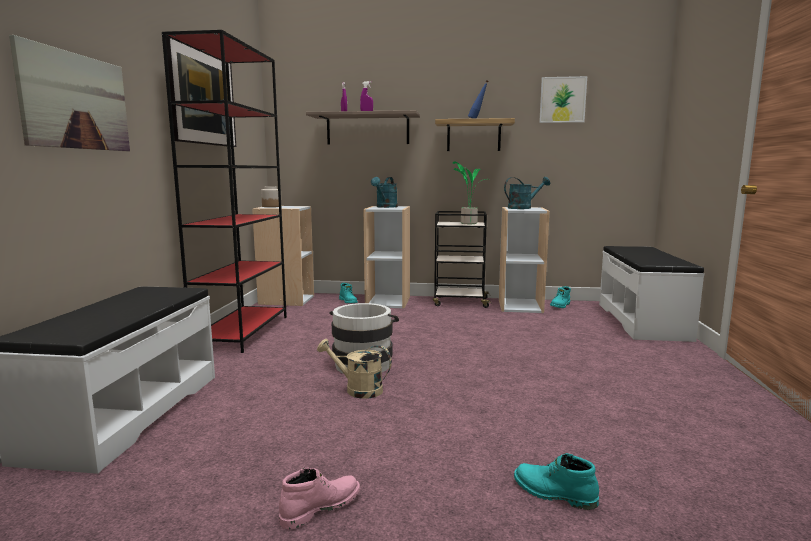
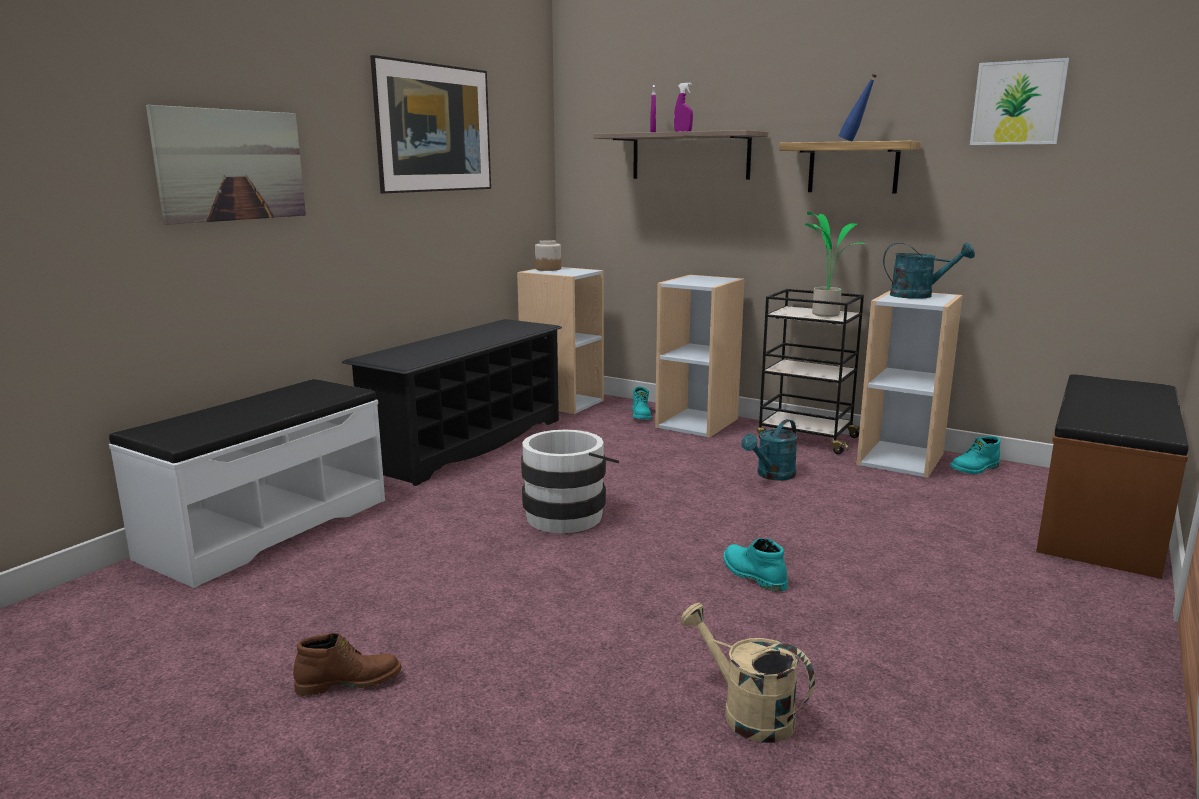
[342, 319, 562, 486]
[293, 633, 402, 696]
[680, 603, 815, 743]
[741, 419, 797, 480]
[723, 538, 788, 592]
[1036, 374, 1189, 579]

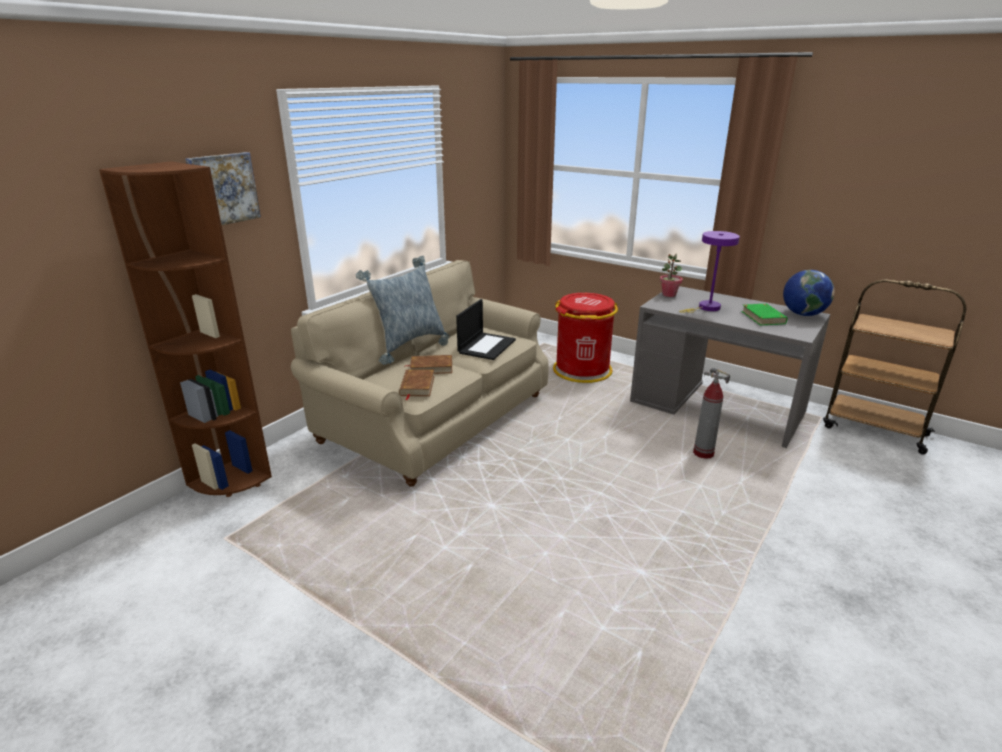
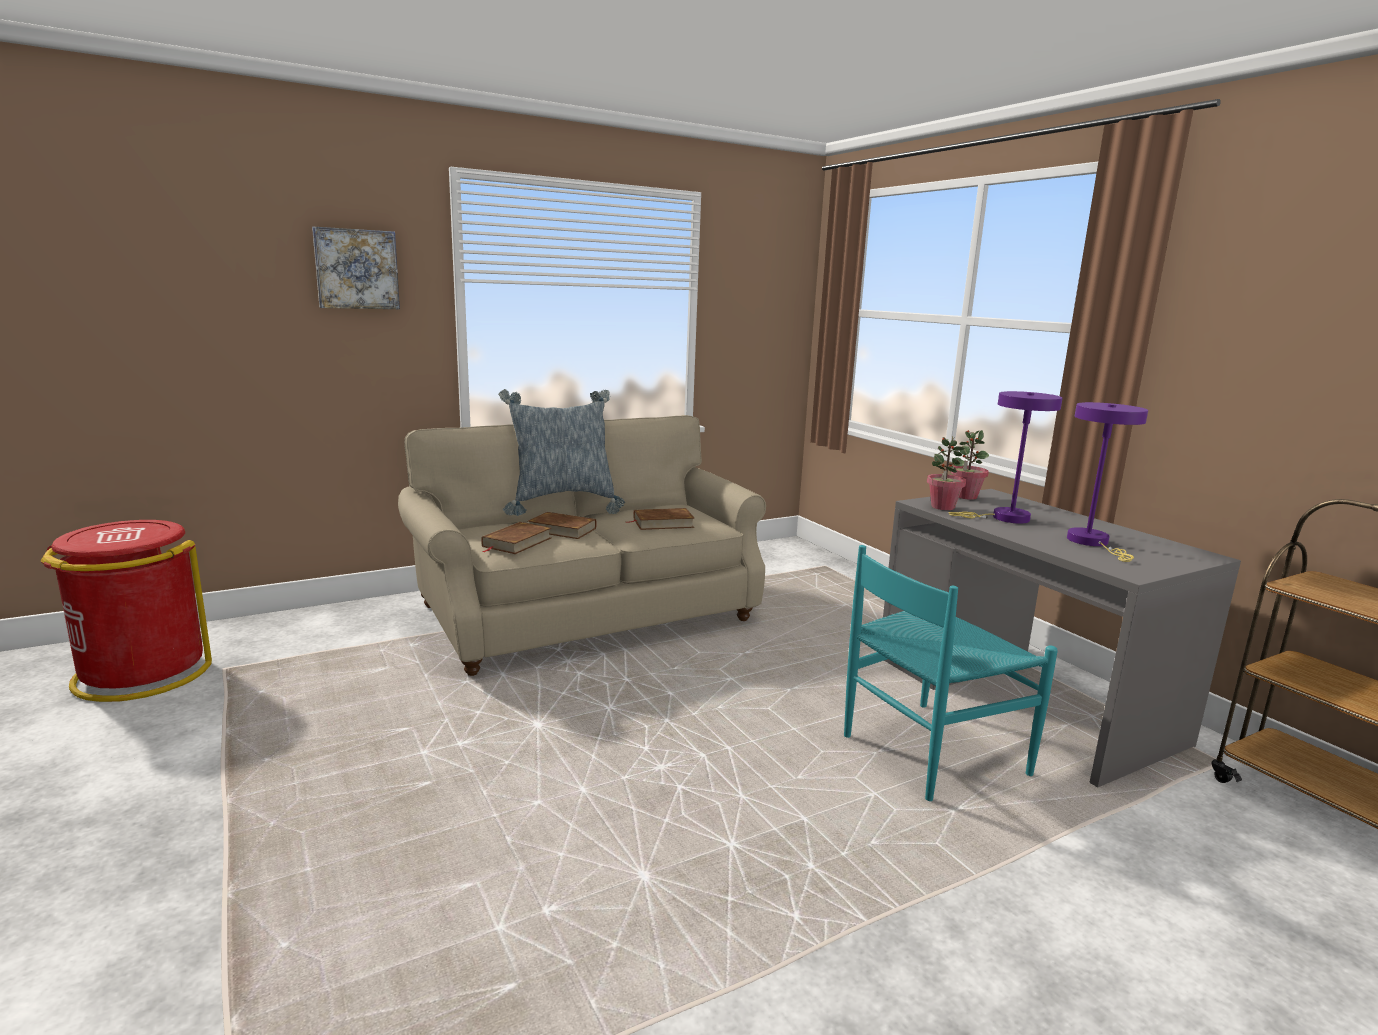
[99, 162, 272, 497] (first image)
[625, 508, 694, 530]
[41, 520, 212, 702]
[844, 545, 1058, 801]
[1067, 402, 1148, 562]
[783, 270, 835, 316] (first image)
[927, 436, 966, 510]

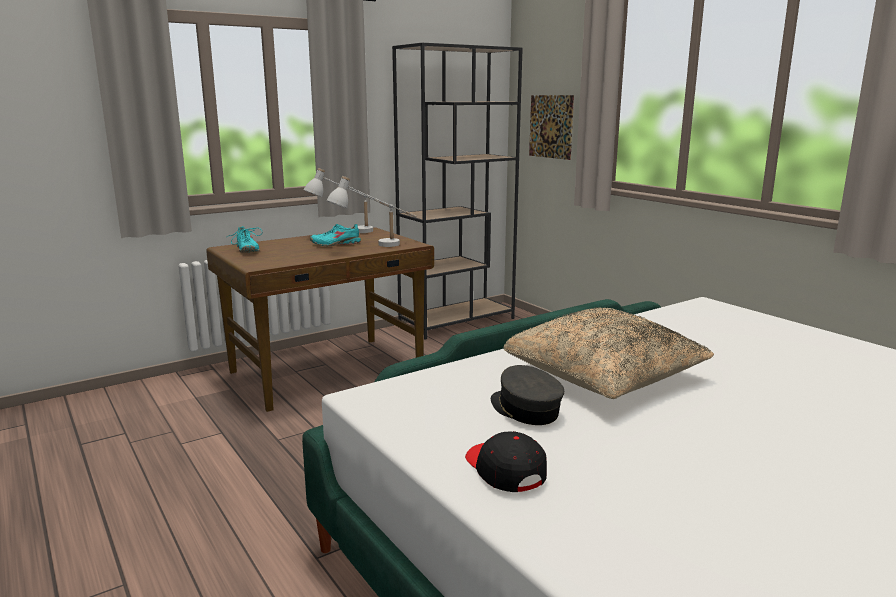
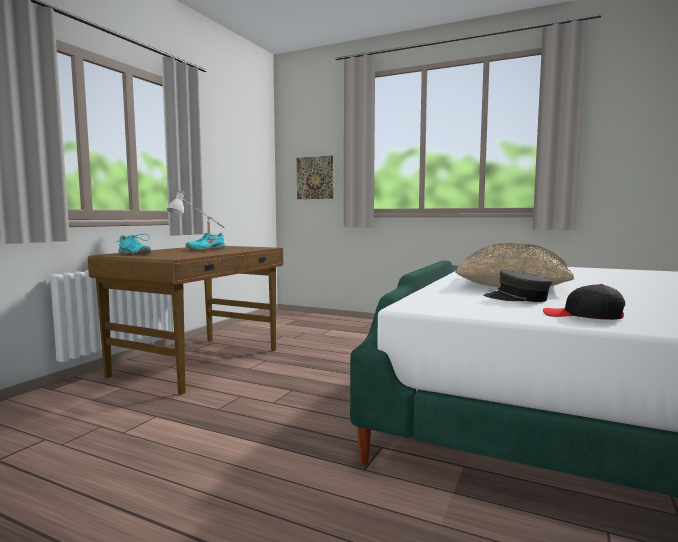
[326, 176, 417, 247] (first image)
[392, 43, 523, 340] (first image)

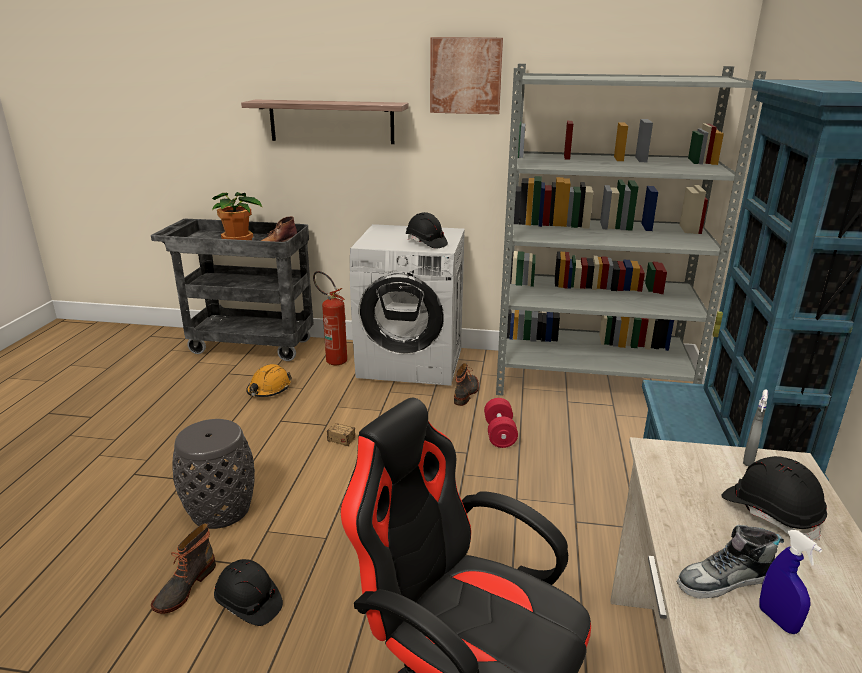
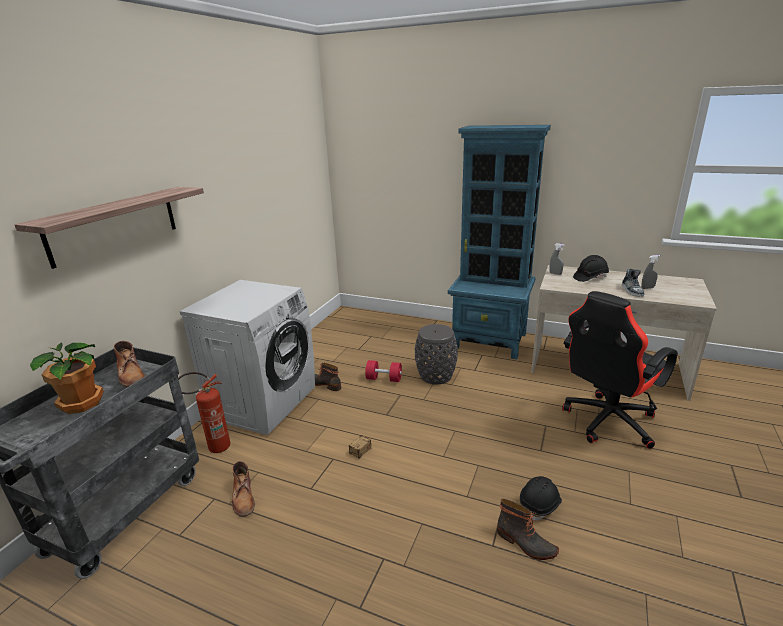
[415, 324, 458, 385]
[232, 461, 255, 517]
[406, 212, 448, 249] (first image)
[430, 37, 503, 114] (first image)
[496, 64, 766, 396] (first image)
[641, 255, 660, 289]

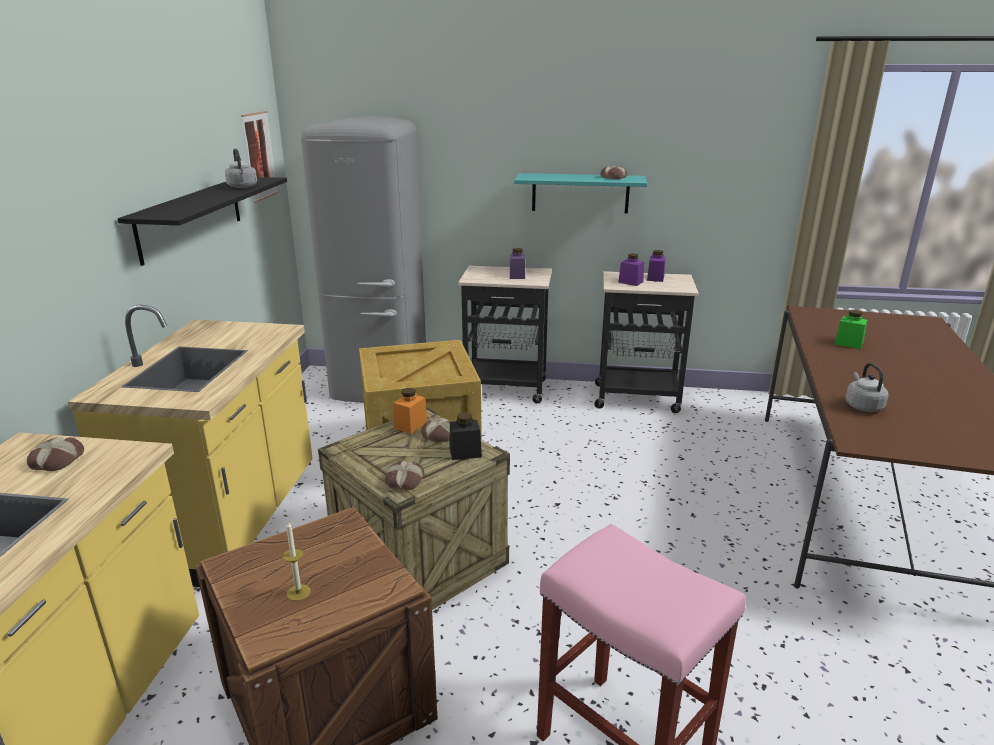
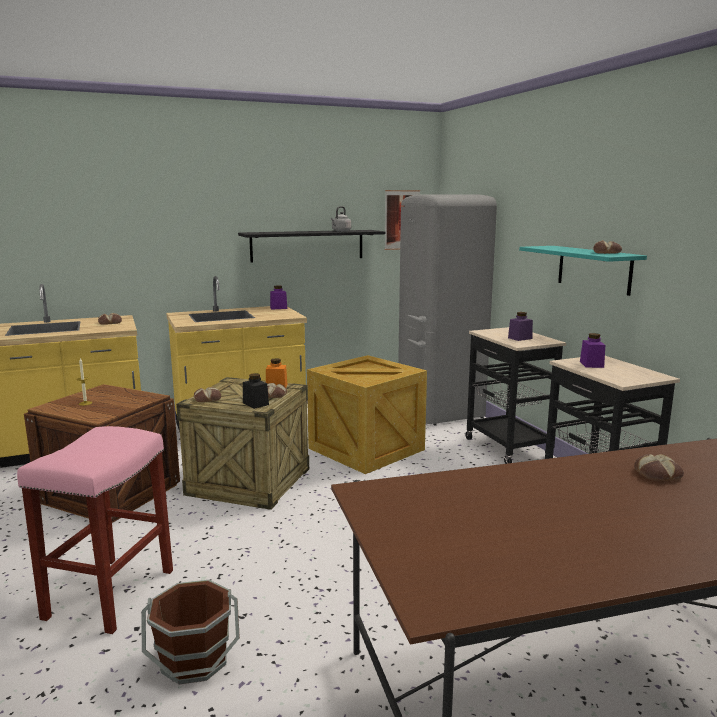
[270, 285, 287, 309]
[634, 454, 684, 481]
[845, 363, 889, 412] (first image)
[141, 580, 240, 684]

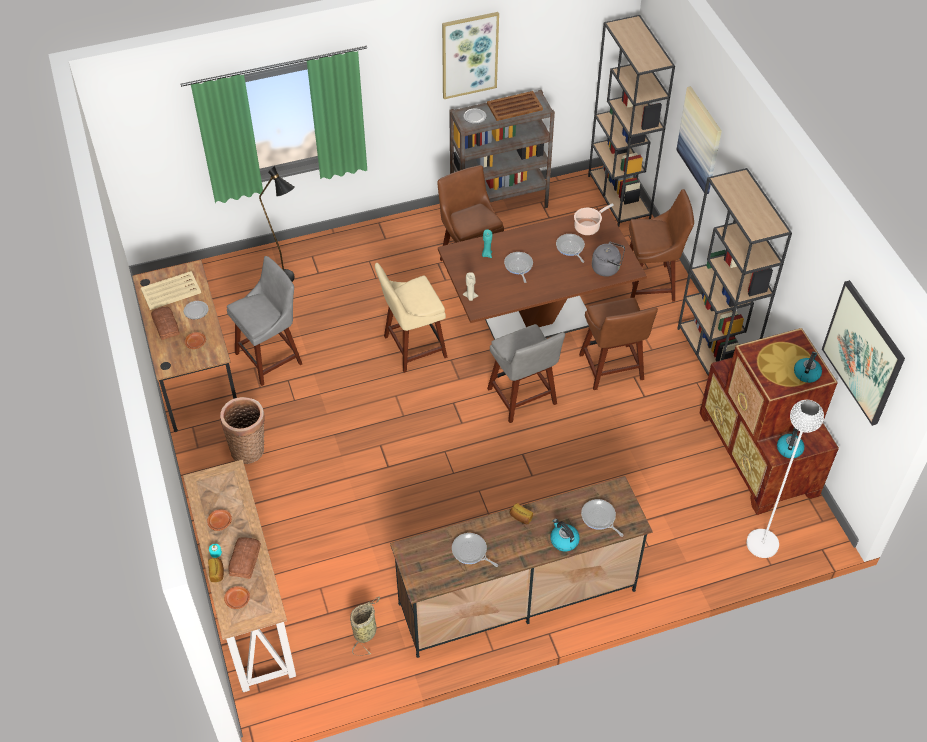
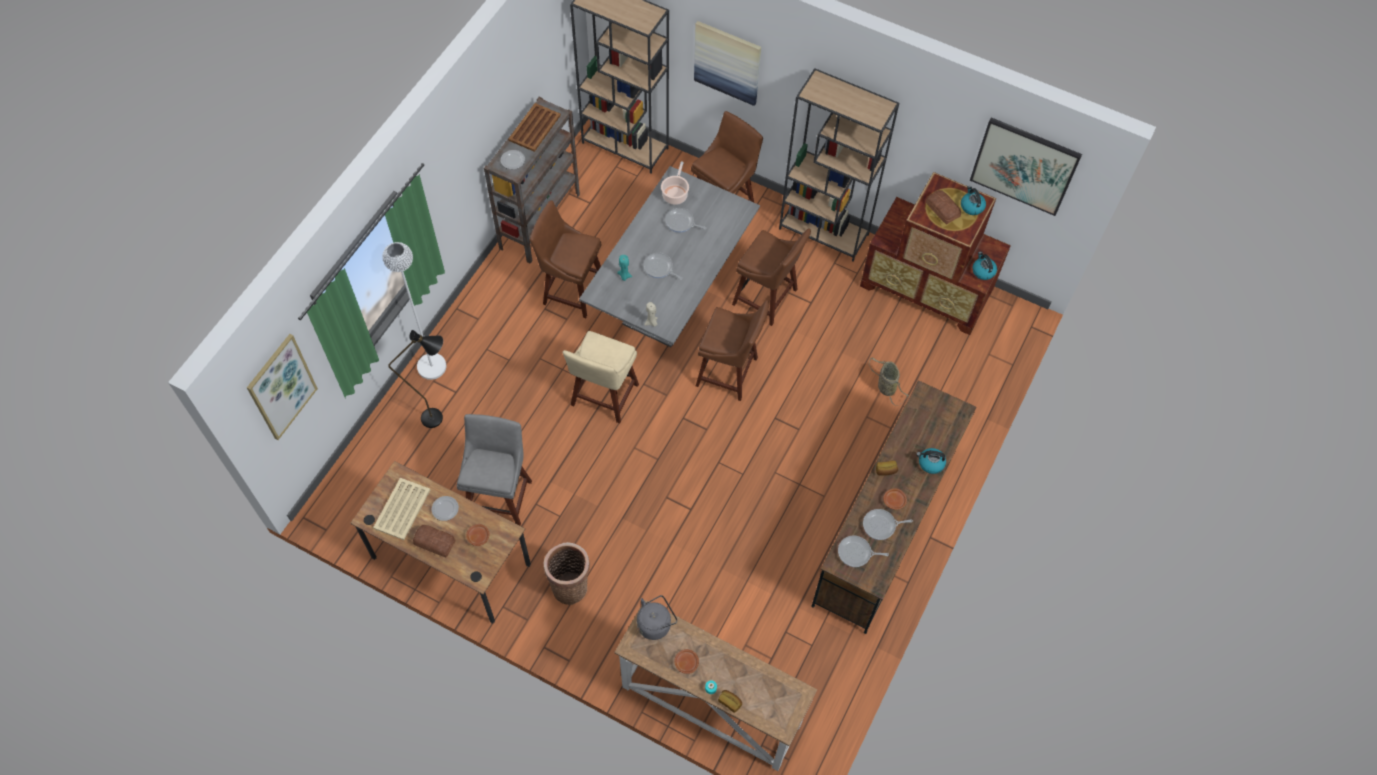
[883, 488, 907, 510]
[925, 190, 961, 224]
[869, 358, 909, 406]
[579, 166, 760, 347]
[247, 334, 318, 440]
[696, 300, 769, 401]
[838, 536, 889, 567]
[637, 595, 677, 640]
[382, 242, 446, 380]

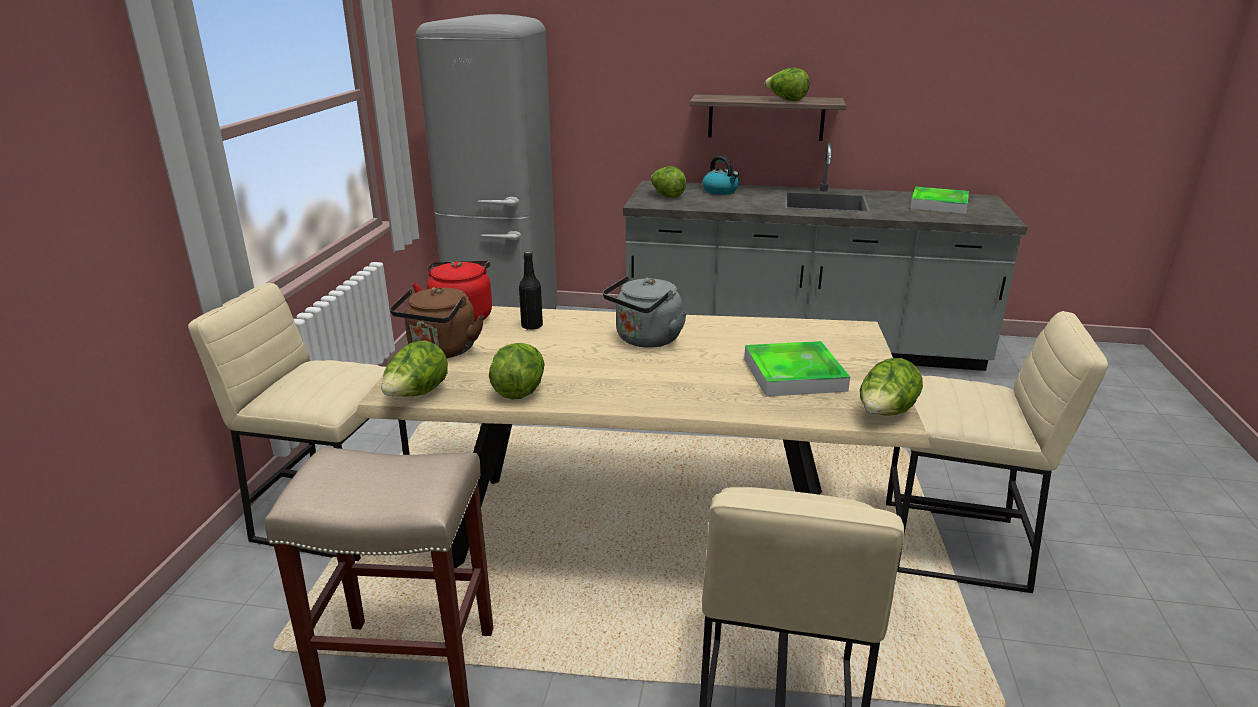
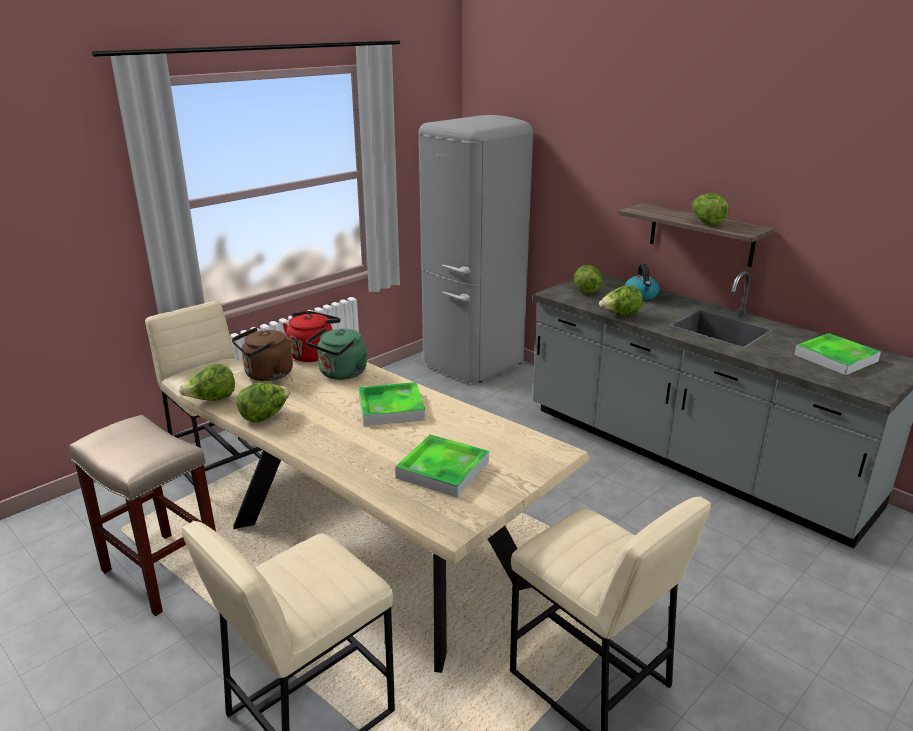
[307, 328, 368, 380]
[359, 382, 425, 426]
[599, 286, 643, 315]

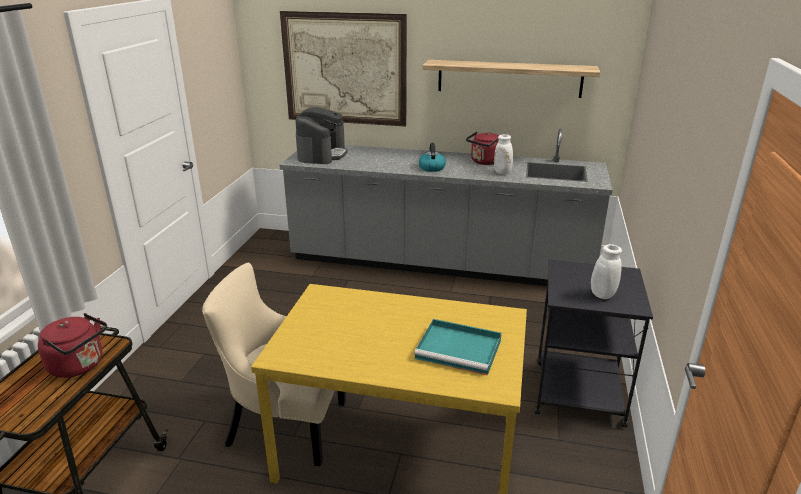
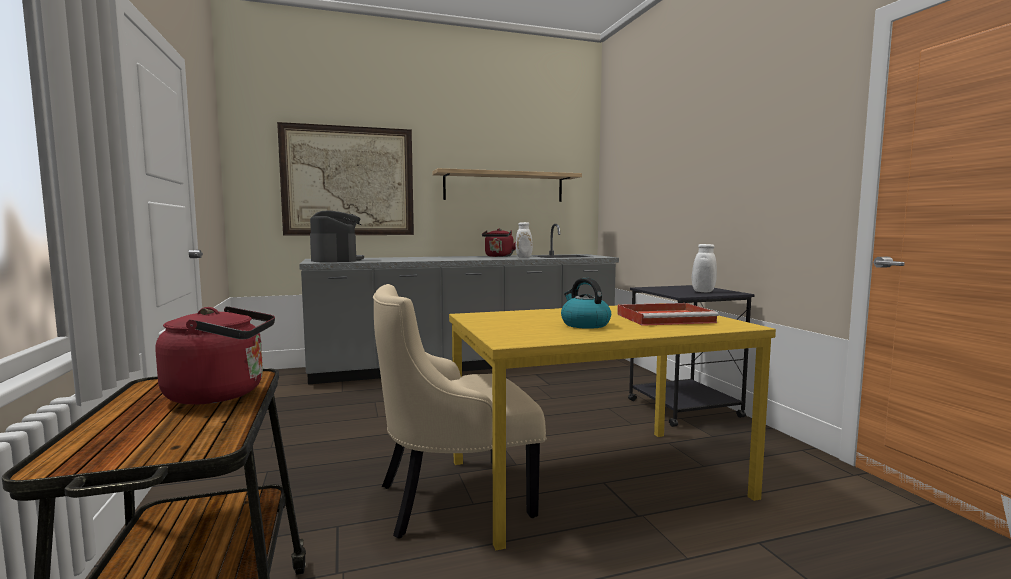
[617, 303, 718, 326]
[561, 278, 611, 329]

